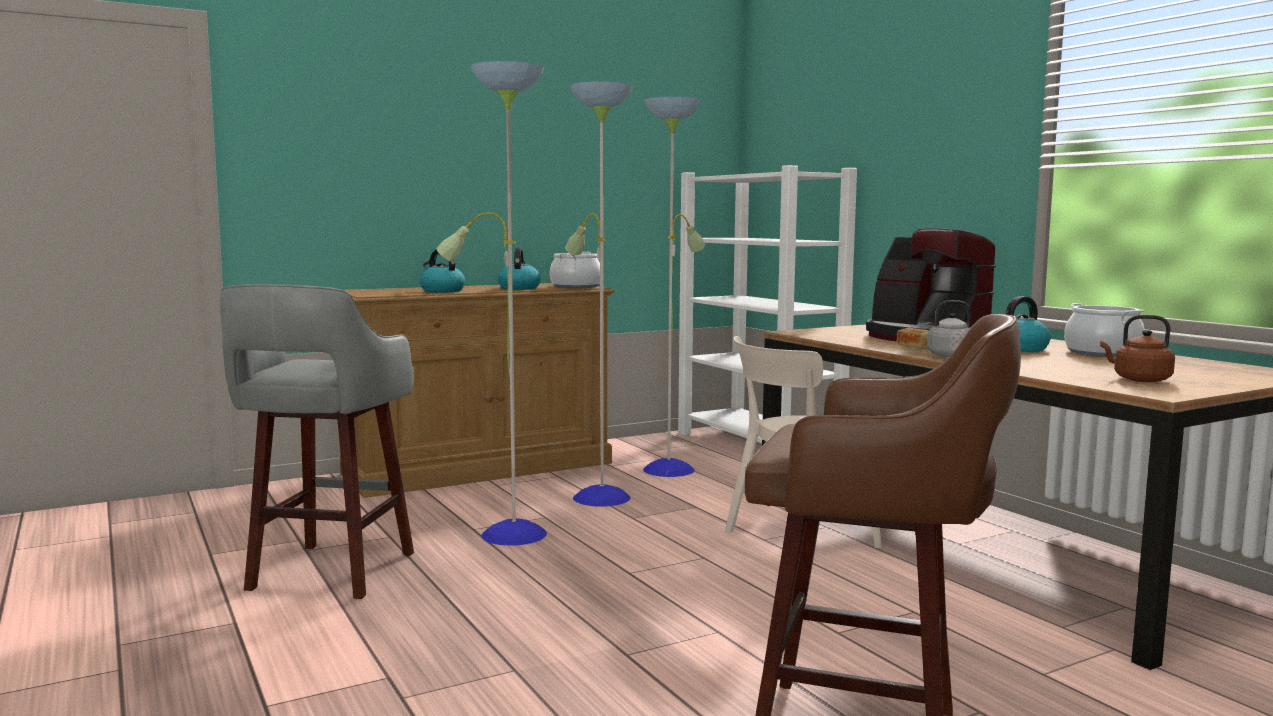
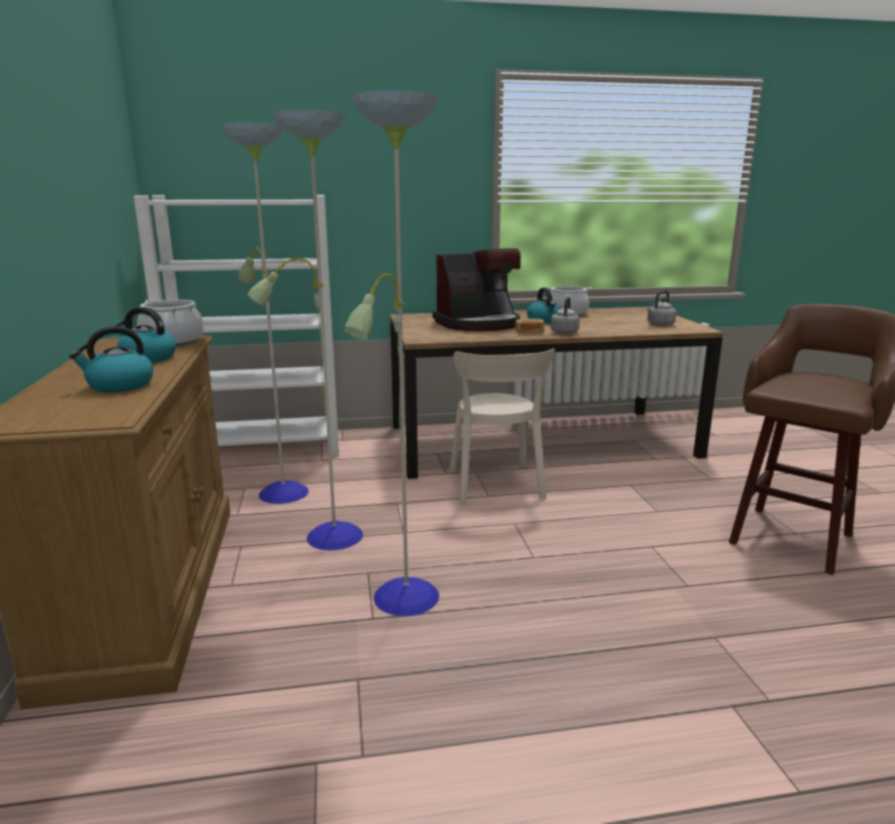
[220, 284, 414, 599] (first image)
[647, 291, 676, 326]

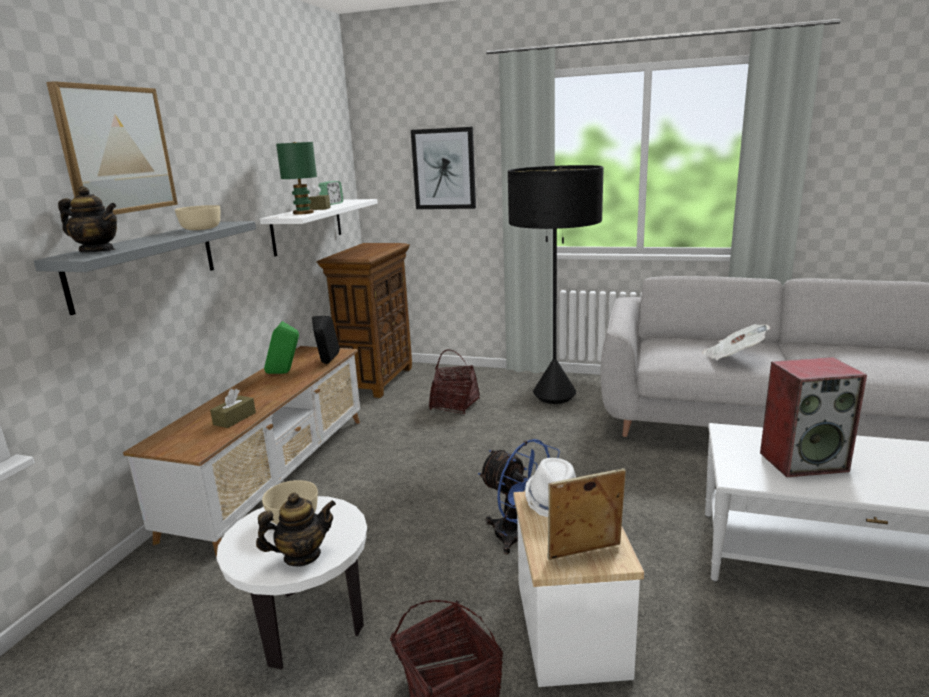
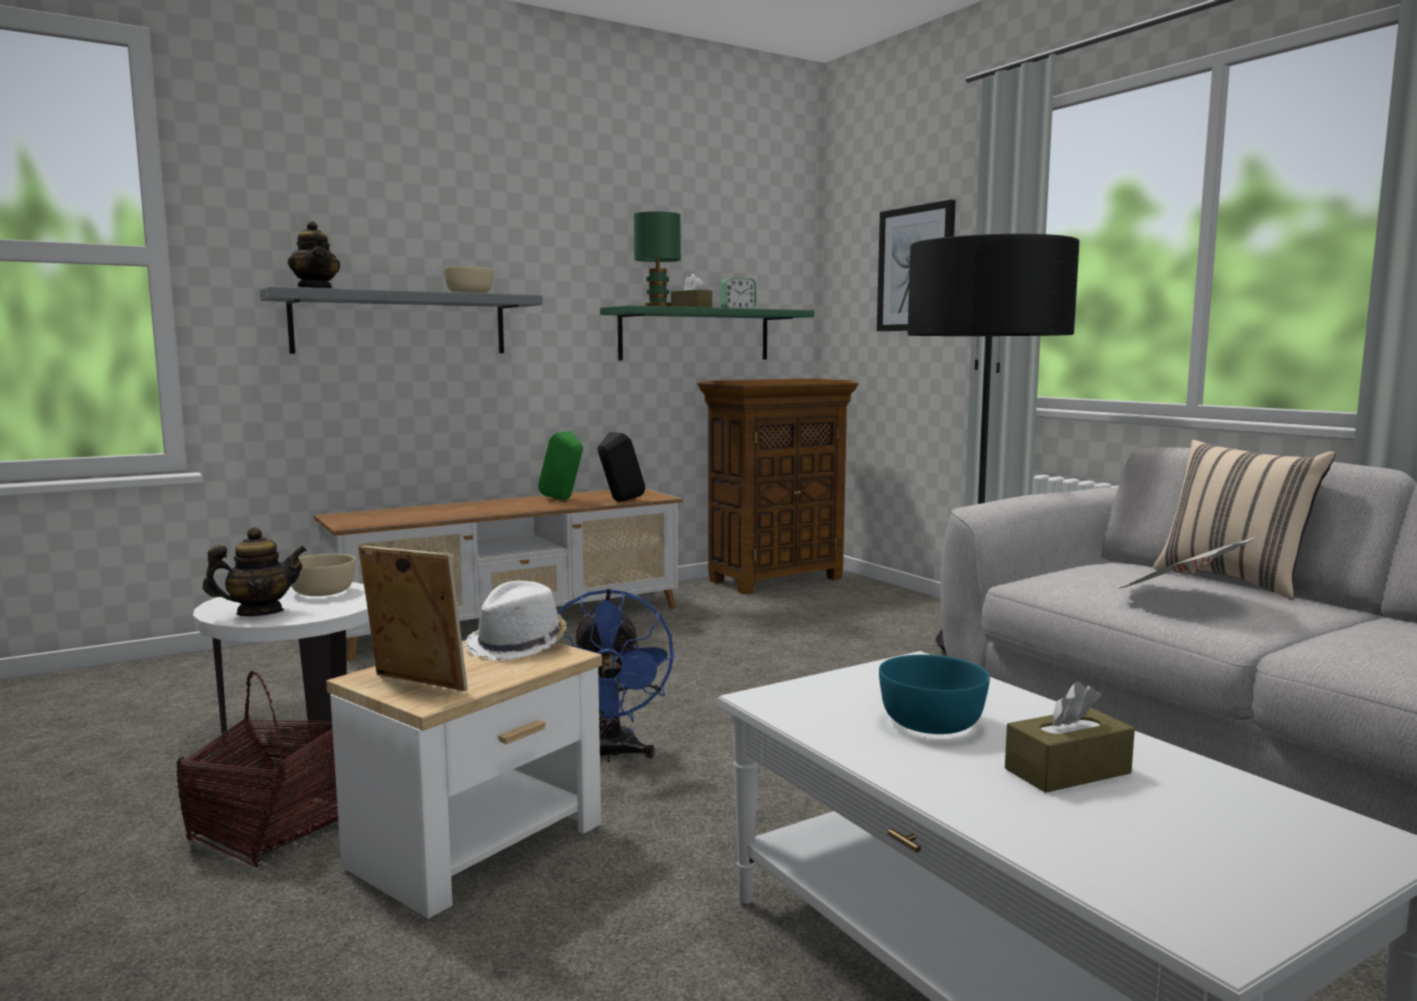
[46, 81, 178, 215] (first image)
[1005, 681, 1135, 793]
[203, 527, 307, 616]
[600, 305, 814, 361]
[429, 350, 480, 414] (first image)
[879, 655, 990, 734]
[1153, 440, 1336, 600]

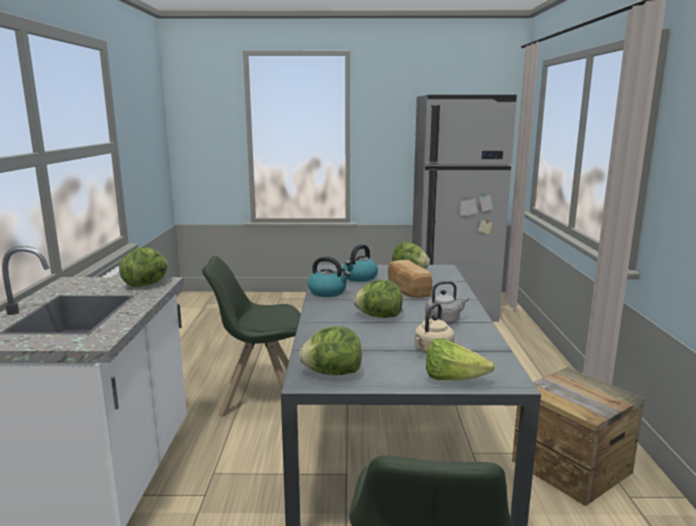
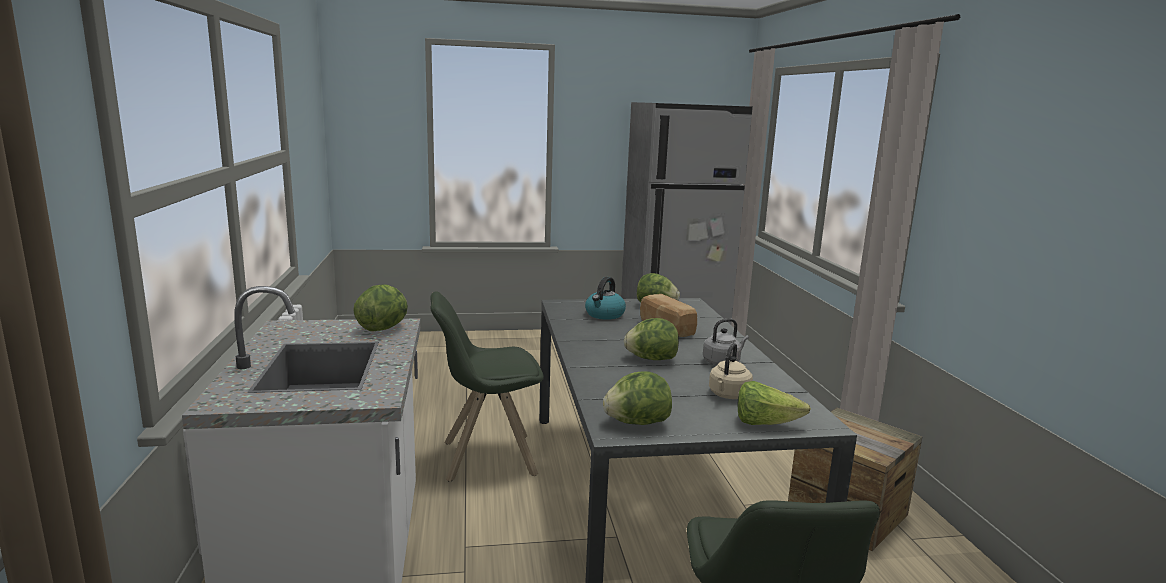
[308, 256, 350, 297] (first image)

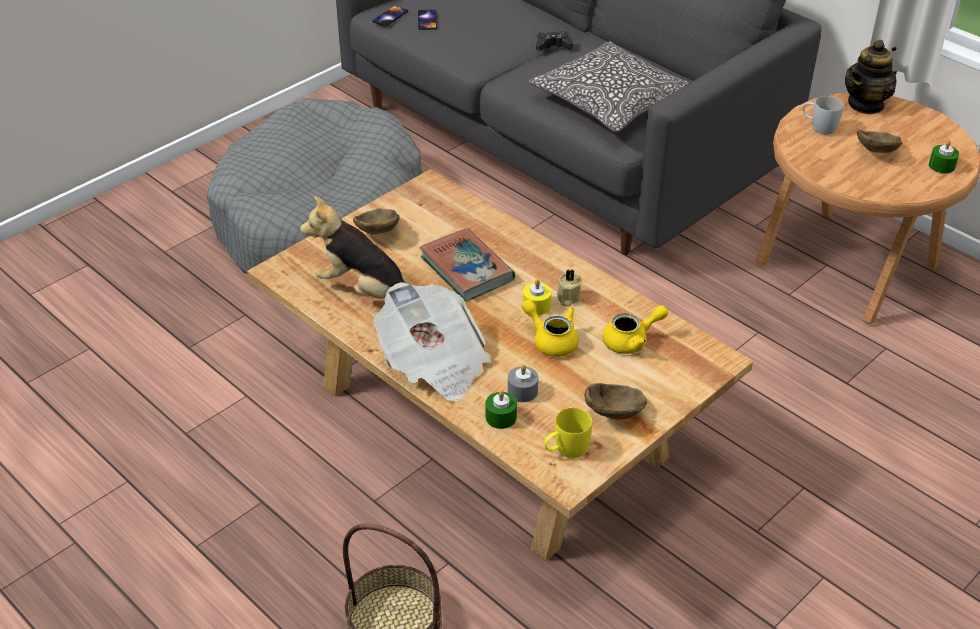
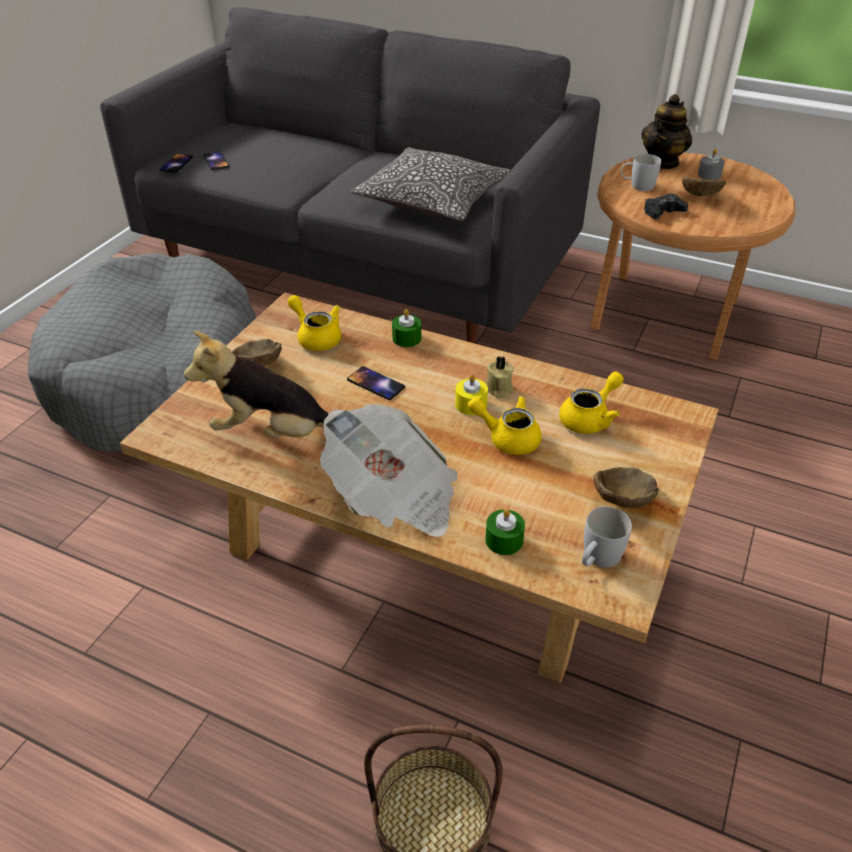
[347, 366, 405, 400]
[698, 149, 725, 180]
[644, 194, 689, 219]
[582, 506, 632, 568]
[392, 309, 421, 347]
[288, 295, 341, 351]

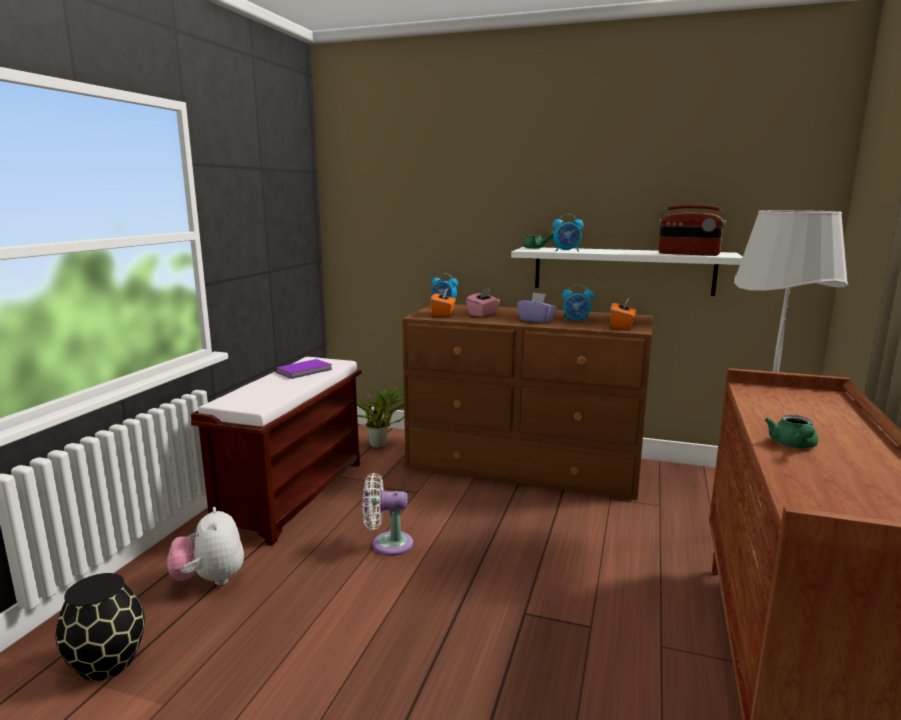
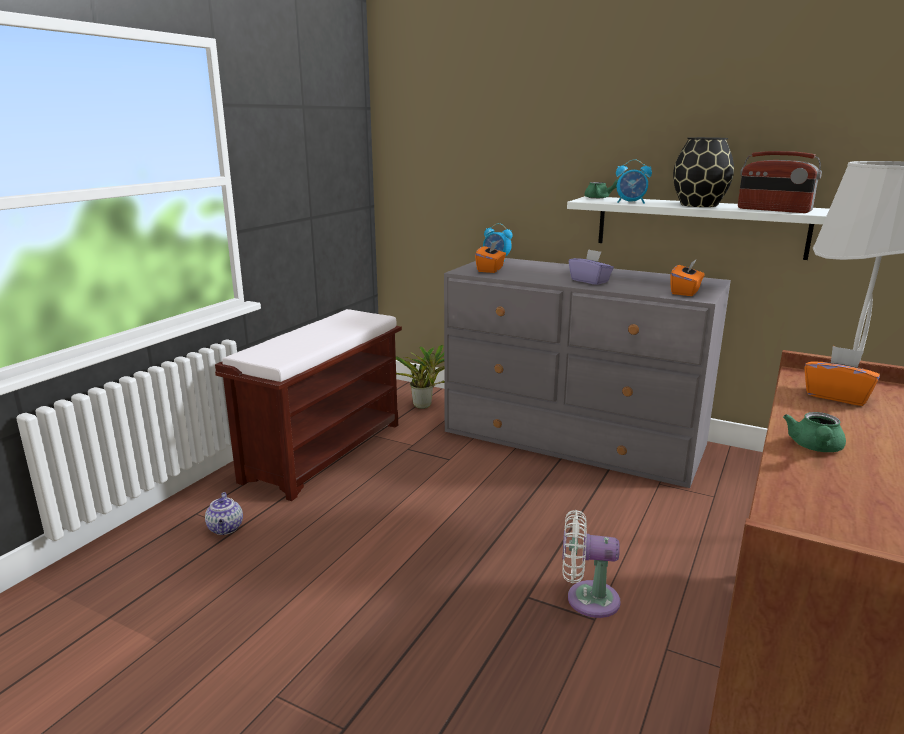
[673, 137, 734, 207]
[205, 492, 243, 535]
[275, 359, 333, 379] (first image)
[562, 510, 621, 618]
[444, 258, 731, 488]
[466, 288, 500, 317] (first image)
[562, 284, 594, 323] (first image)
[804, 346, 880, 406]

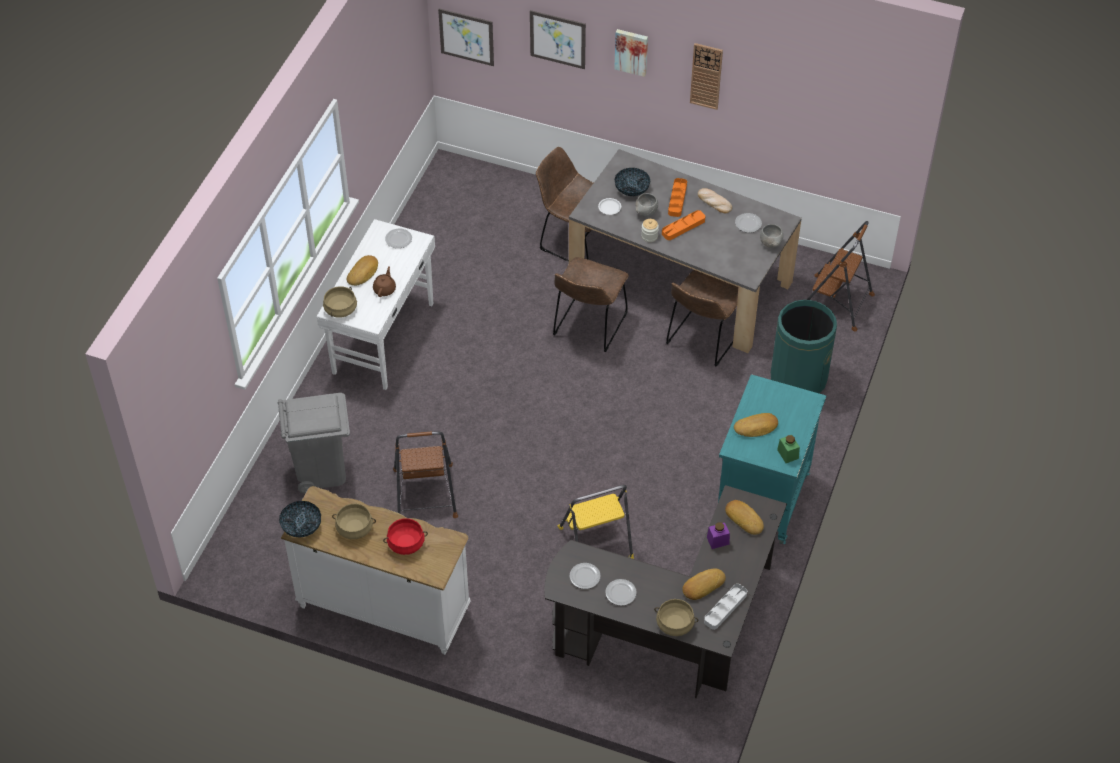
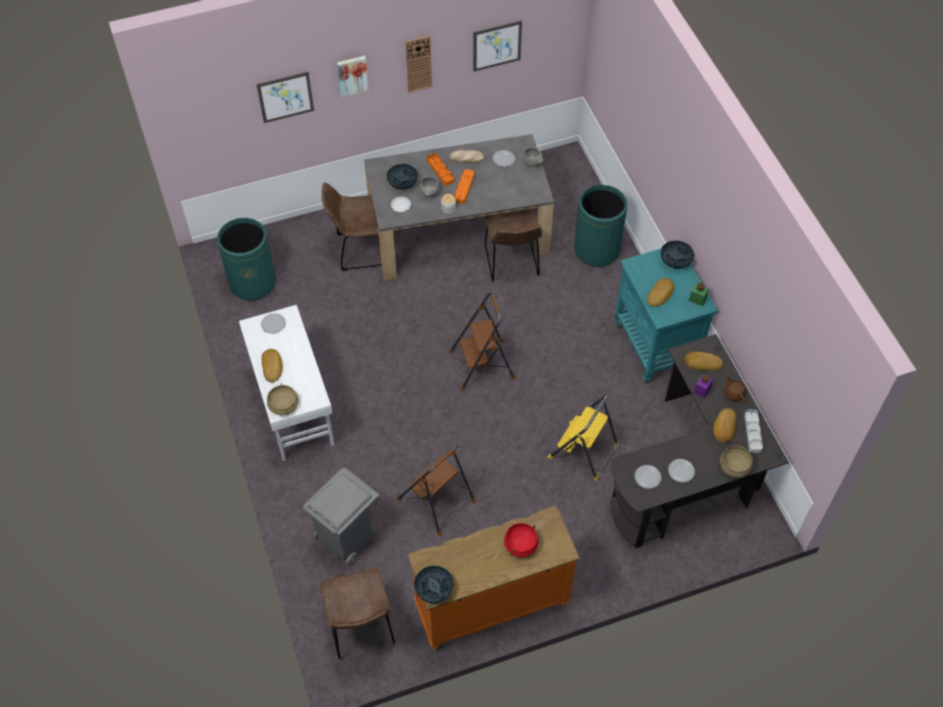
[408, 507, 580, 650]
[332, 503, 376, 539] (first image)
[724, 374, 746, 403]
[473, 20, 522, 71]
[320, 568, 395, 659]
[449, 293, 516, 391]
[217, 218, 276, 300]
[661, 241, 694, 269]

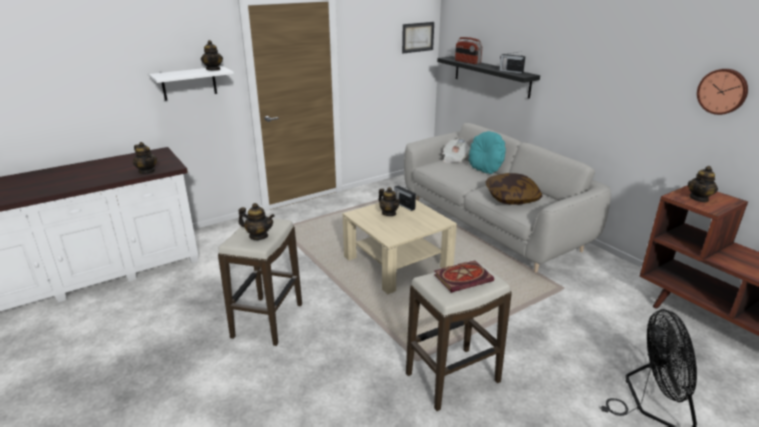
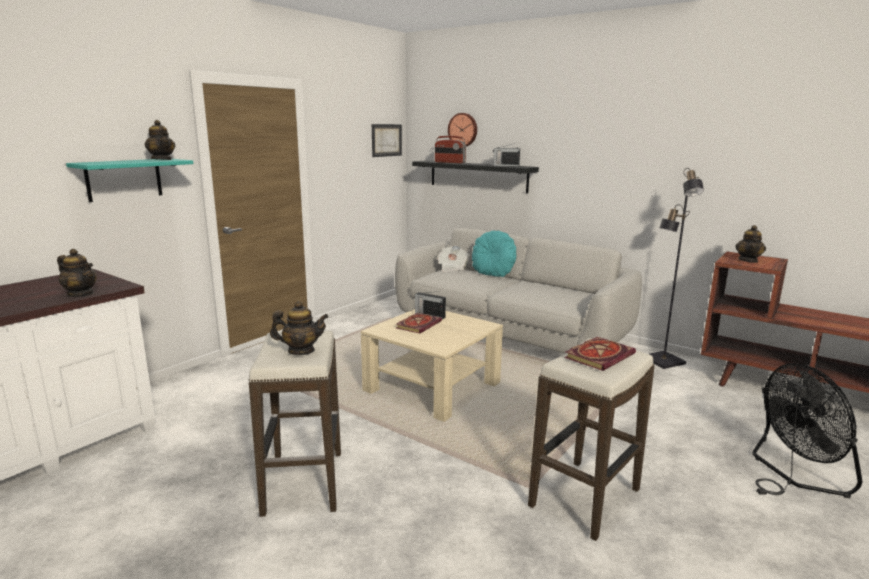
[66, 159, 194, 202]
[396, 313, 442, 333]
[485, 173, 542, 205] (first image)
[448, 113, 477, 147]
[649, 168, 704, 369]

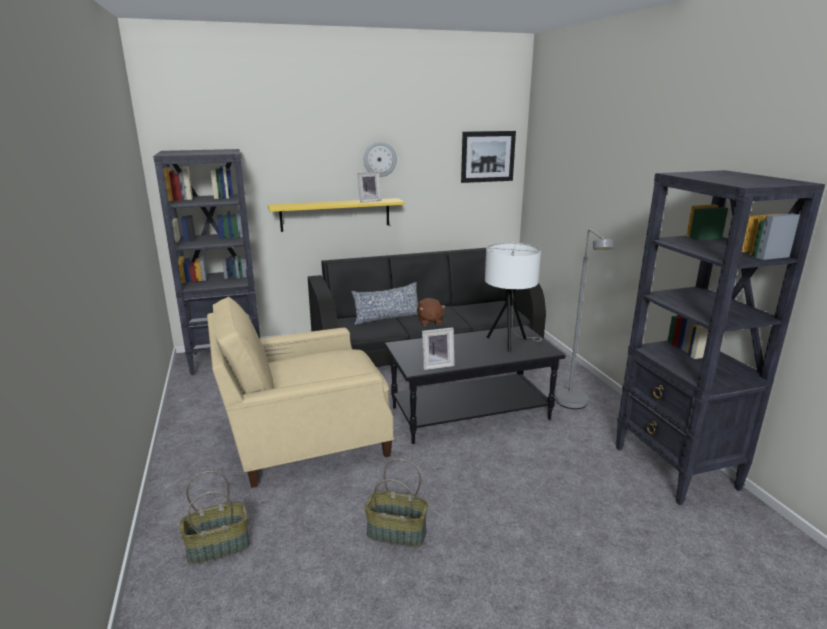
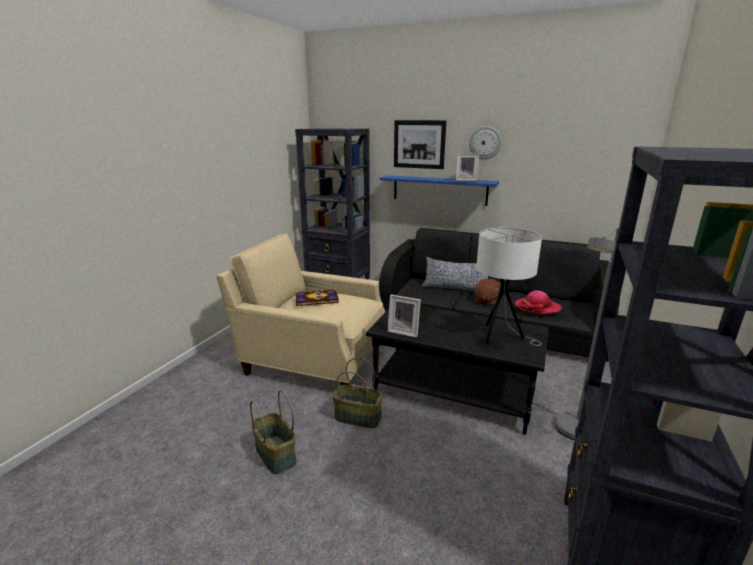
[332, 358, 383, 428]
[379, 175, 499, 206]
[394, 120, 446, 169]
[295, 289, 339, 306]
[514, 290, 562, 315]

